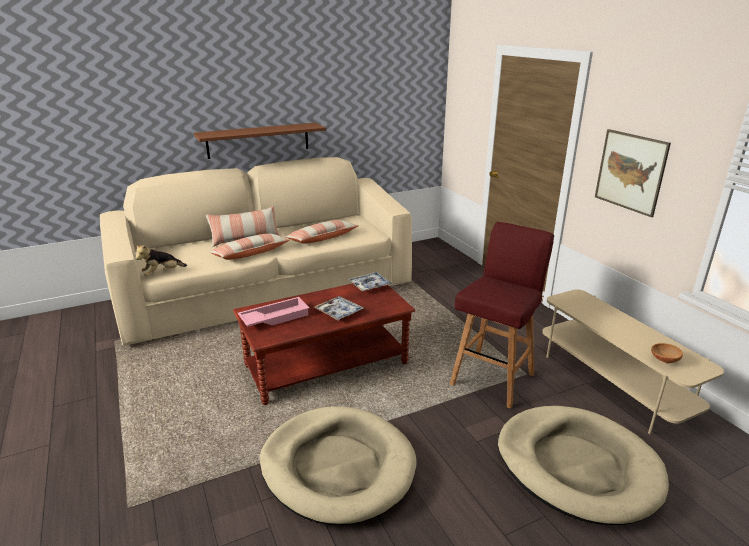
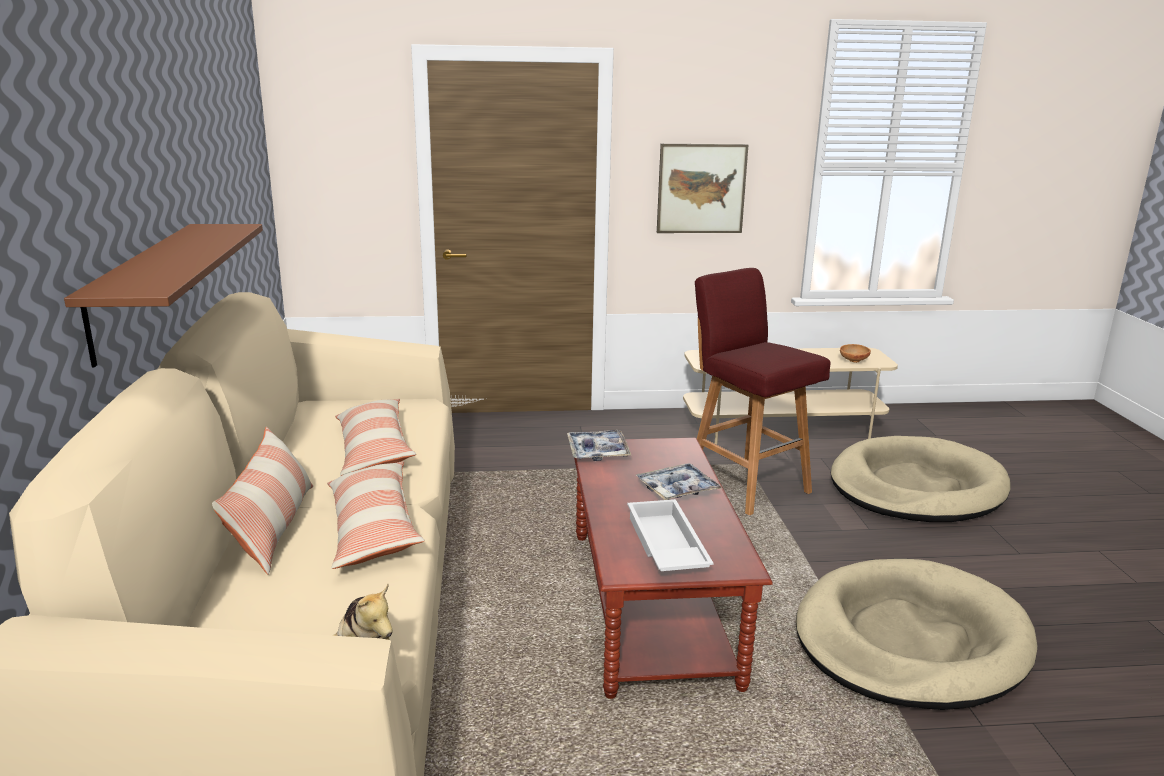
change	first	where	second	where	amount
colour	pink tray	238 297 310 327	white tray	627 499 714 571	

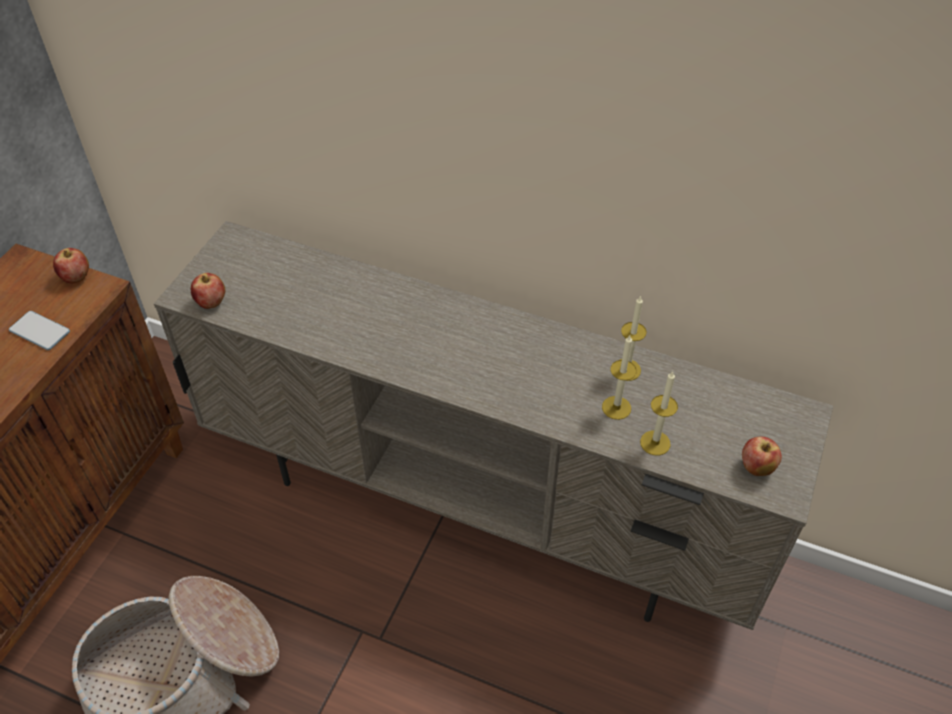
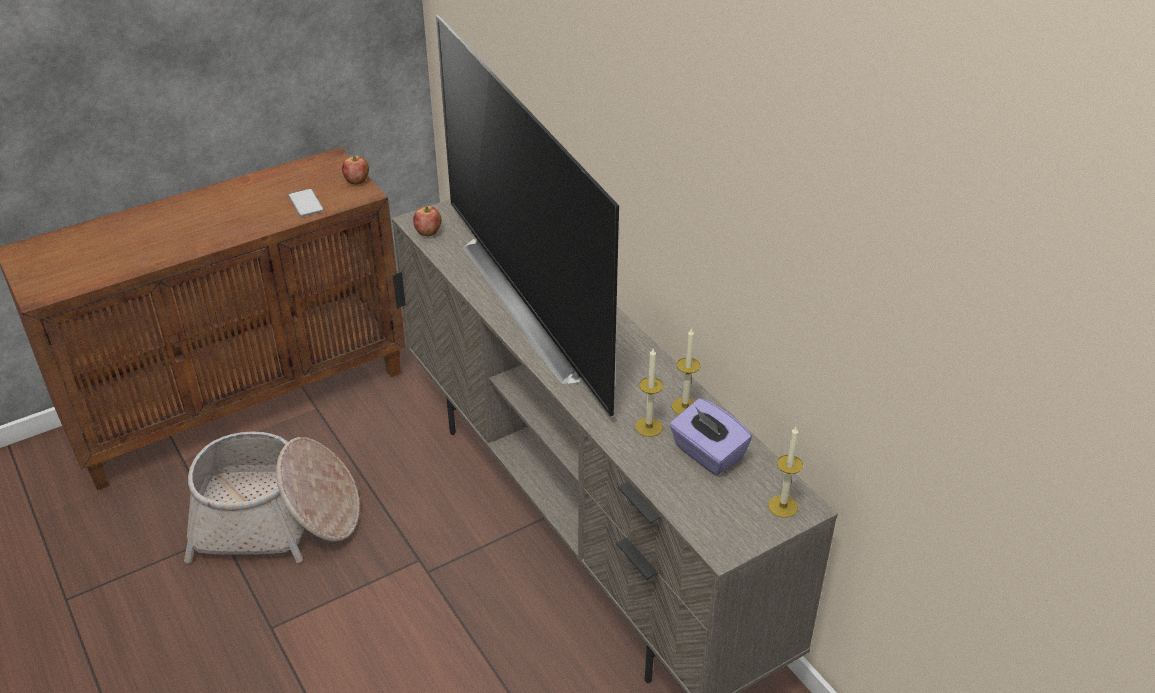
change	first	where	second	where	amount
relocated	candle	640 371 678 456		768 427 803 518	
missing	apple	742 436 782 476			
appeared			television	436 15 619 418	
appeared			purple tissue box	670 398 752 476	

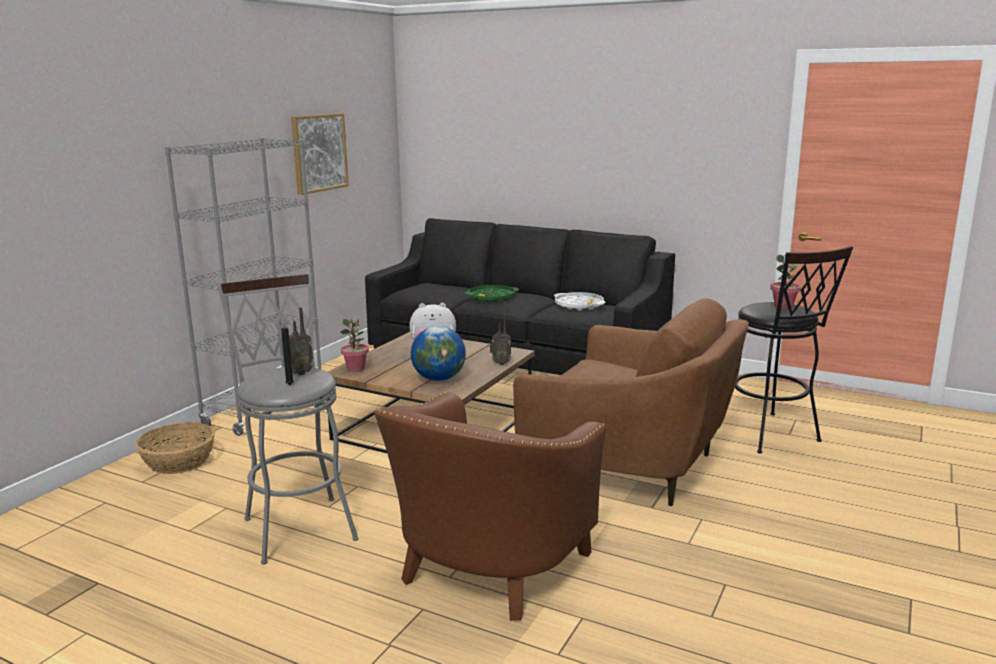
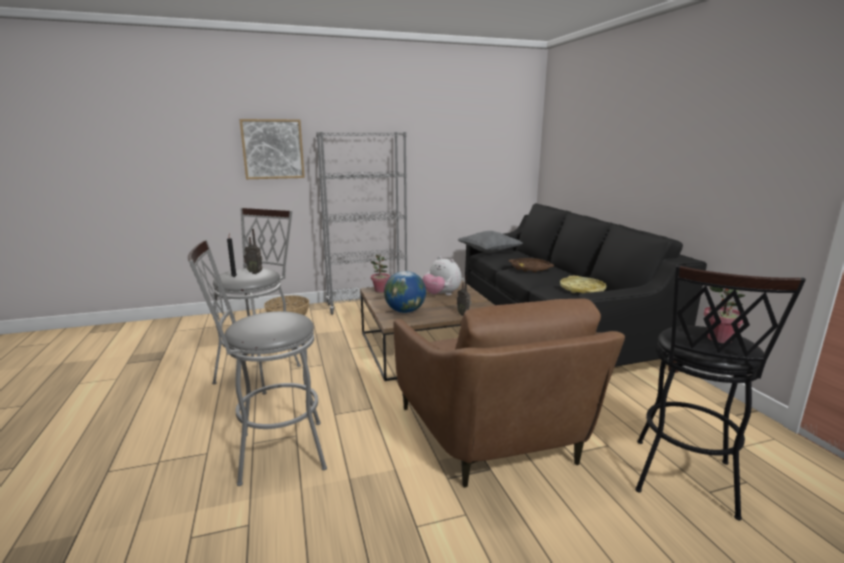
change	first	where	second	where	amount
relocated	picture	291 113 349 195		239 119 305 179	
colour	green tray	465 285 519 302	brown tray	509 258 554 272	
colour	white tray	554 292 605 311	yellow tray	560 276 606 293	
exchanged	brown armchair	374 392 606 620	grey stool	188 240 327 486	
appeared			grey pillow	458 231 523 253	

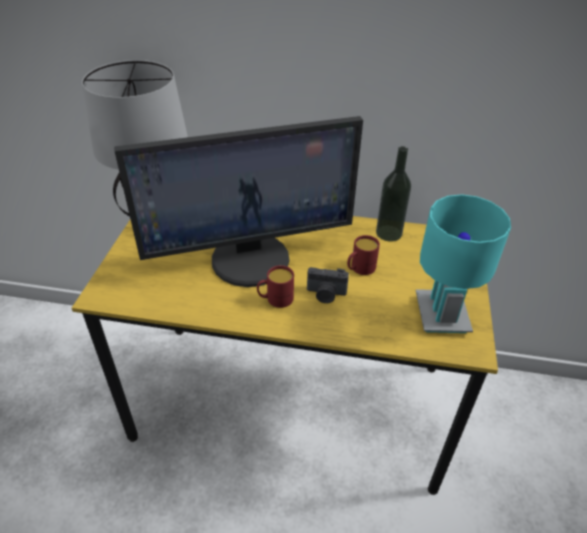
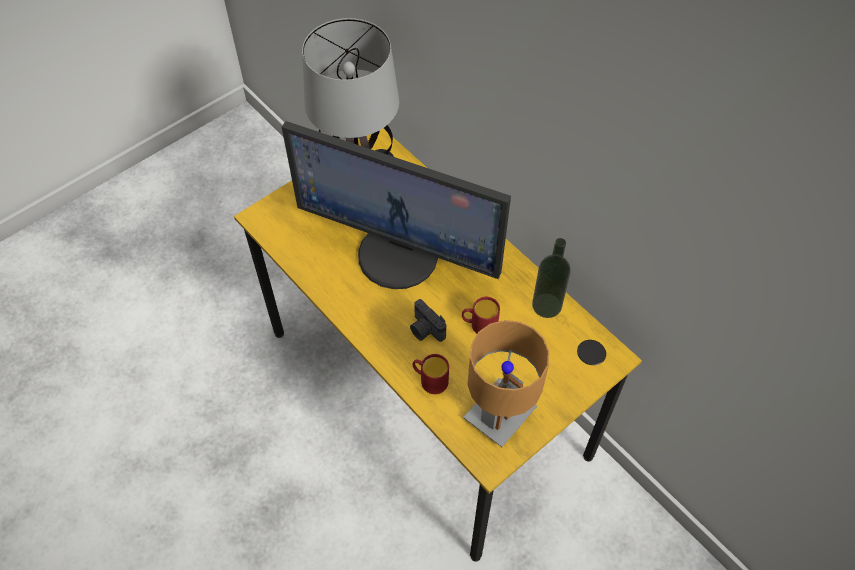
change	first	where	second	where	amount
colour	turquoise table lamp	416 194 511 333	brown table lamp	463 320 549 447	
relocated	red mug	257 265 294 308		412 354 449 394	

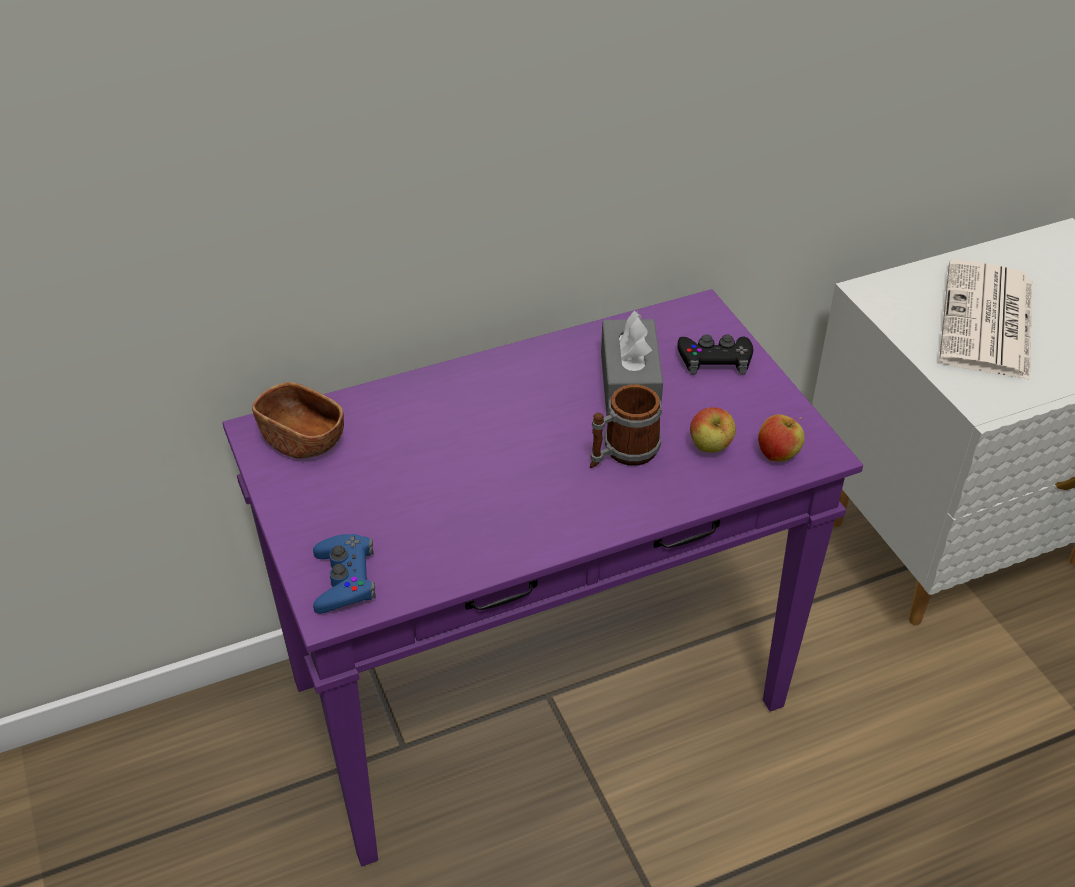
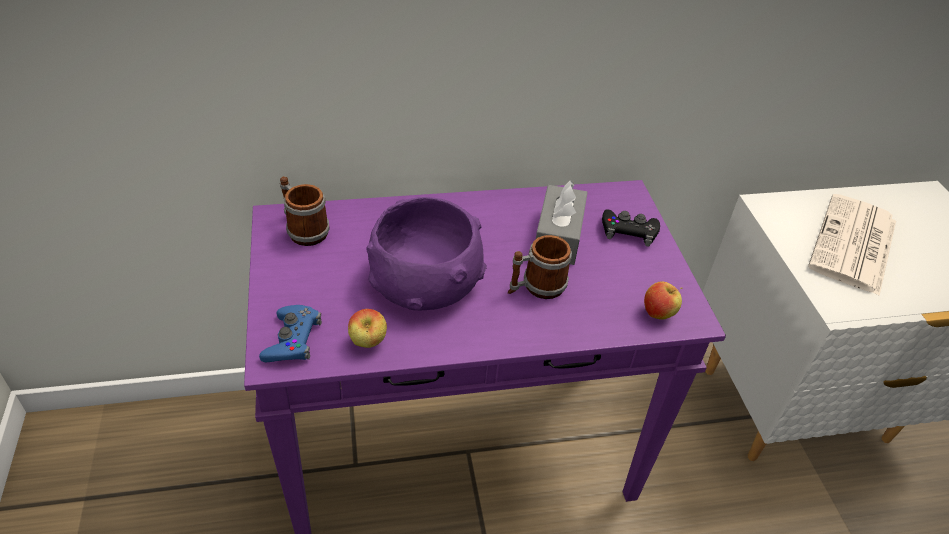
change	first	where	second	where	amount
exchanged	brown bowl	252 382 344 458	mug	280 176 330 246	
relocated	apple	690 407 736 452		348 309 387 348	
appeared			purple bowl	367 197 487 310	

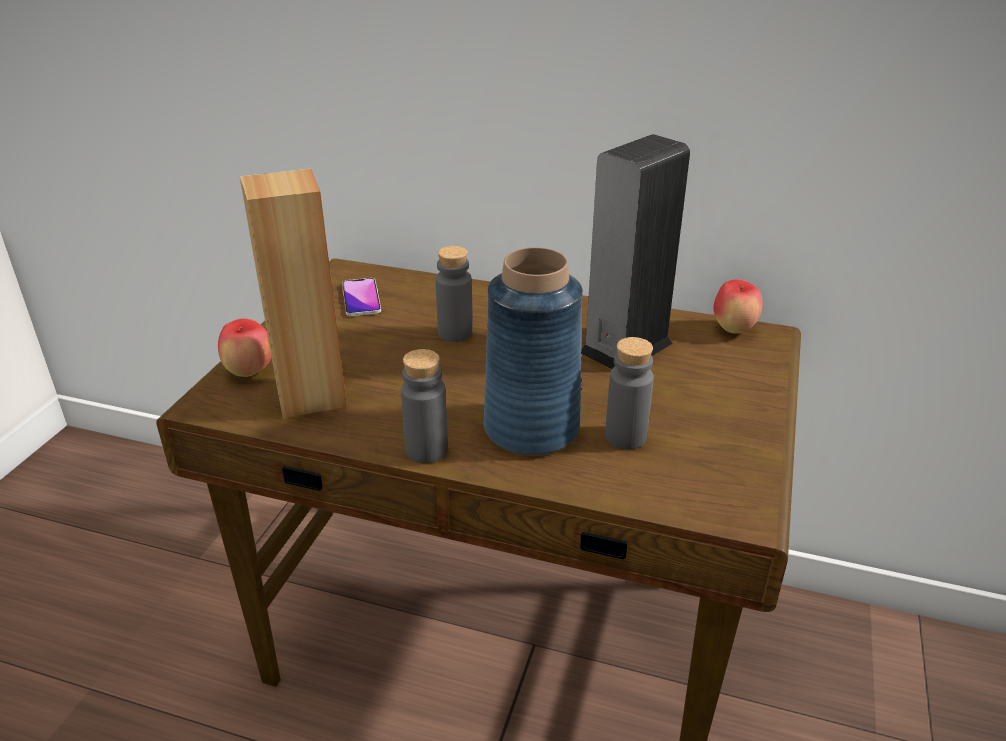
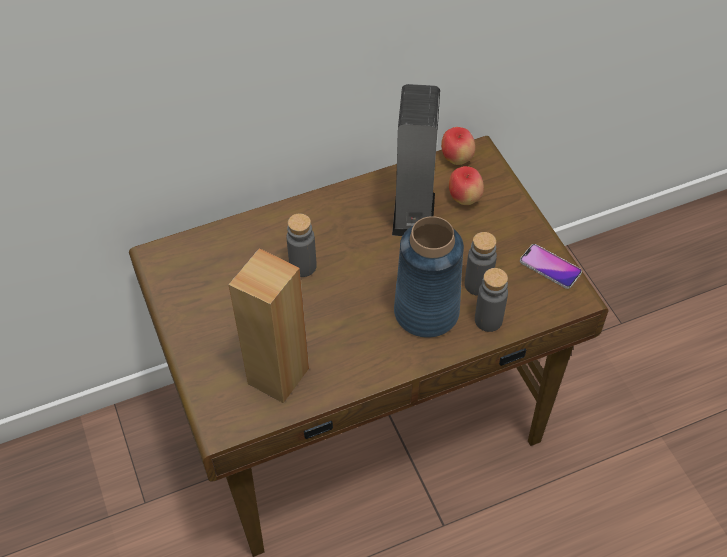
change	first	where	second	where	amount
relocated	phone	342 278 381 316		520 244 582 289	
relocated	apple	218 319 271 377		449 166 484 205	
relocated	grey bottle	401 349 448 464		475 268 508 332	

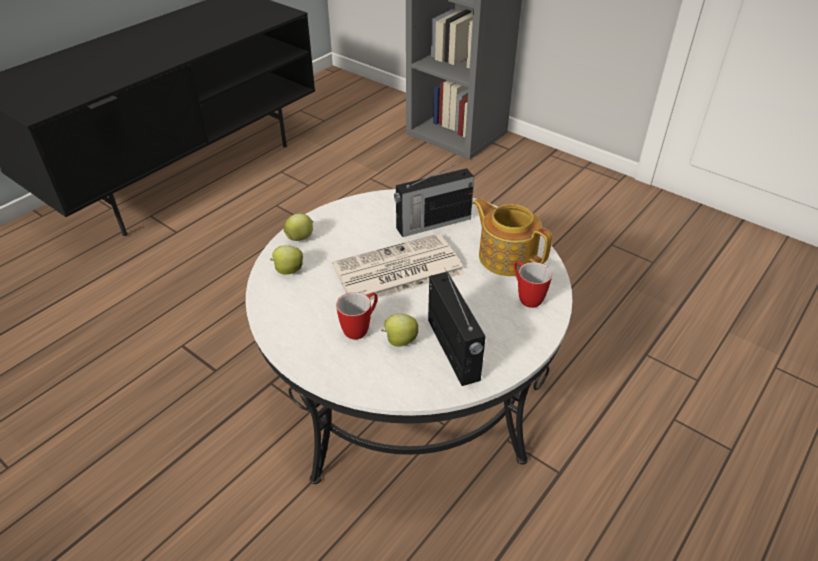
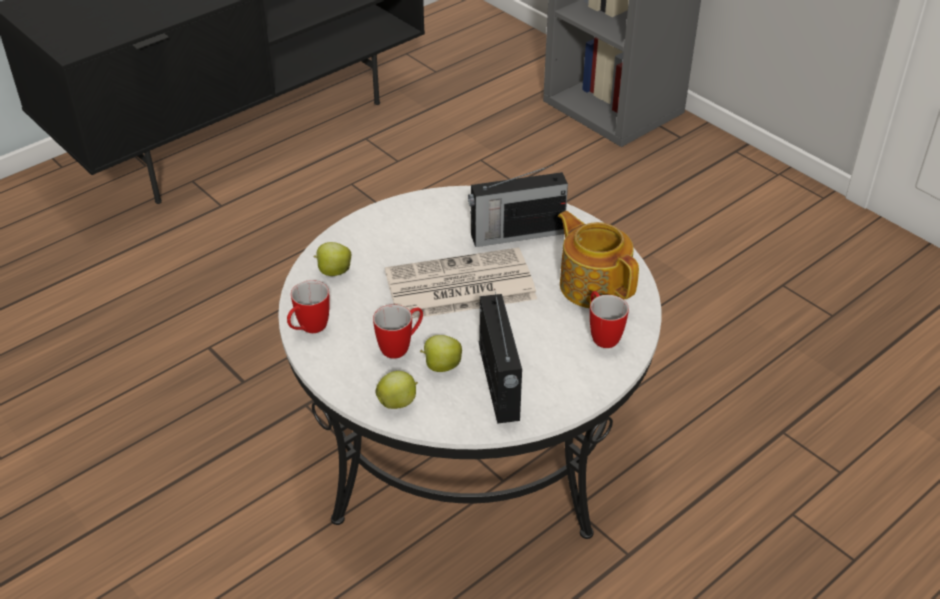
change	first	where	second	where	amount
relocated	apple	284 213 313 241		376 371 418 409	
appeared			mug	287 280 330 333	

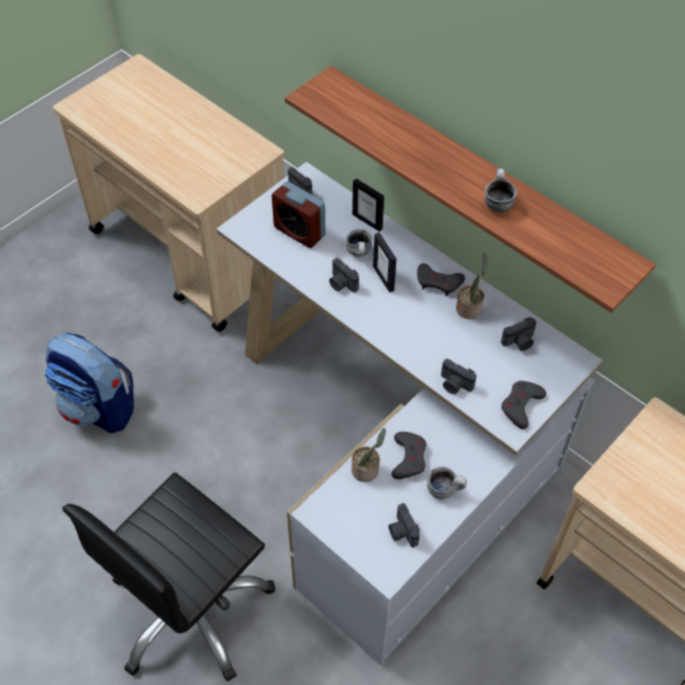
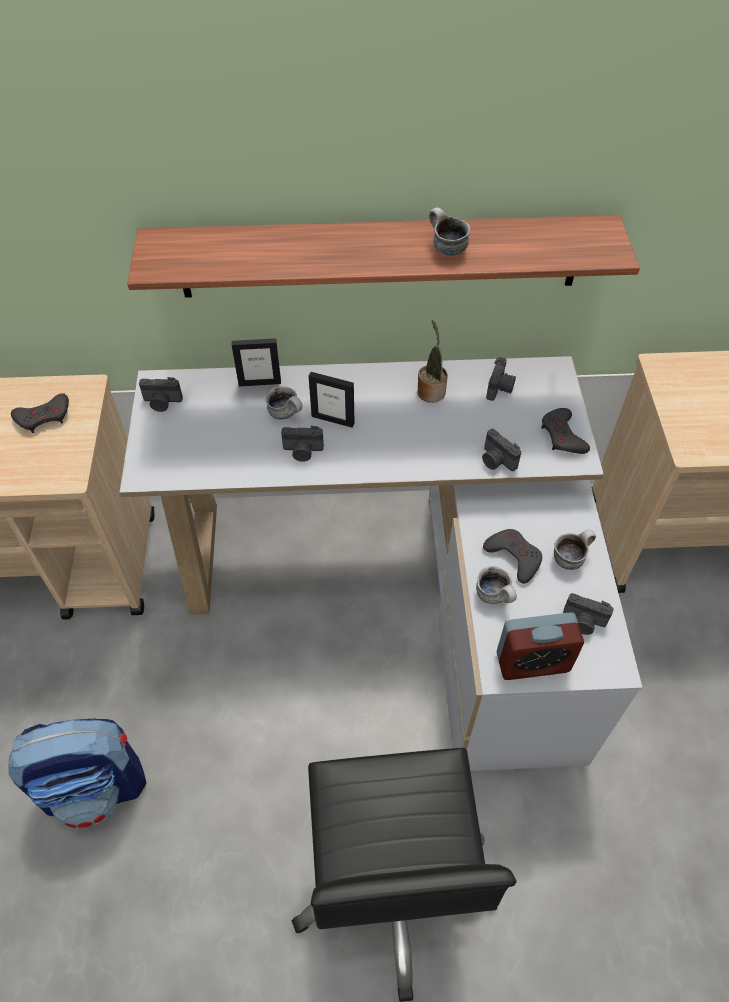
change	first	where	second	where	amount
relocated	alarm clock	272 181 325 248		497 612 584 680	
relocated	grey game controller	417 263 465 296		11 393 69 433	
spun	photo camera	441 359 477 394		482 429 521 471	60 degrees clockwise
exchanged	potted plant	352 428 386 482	mug	476 566 517 604	

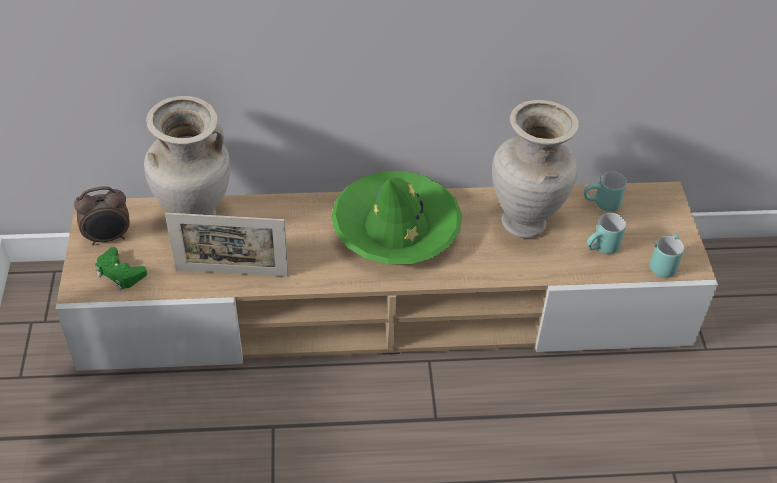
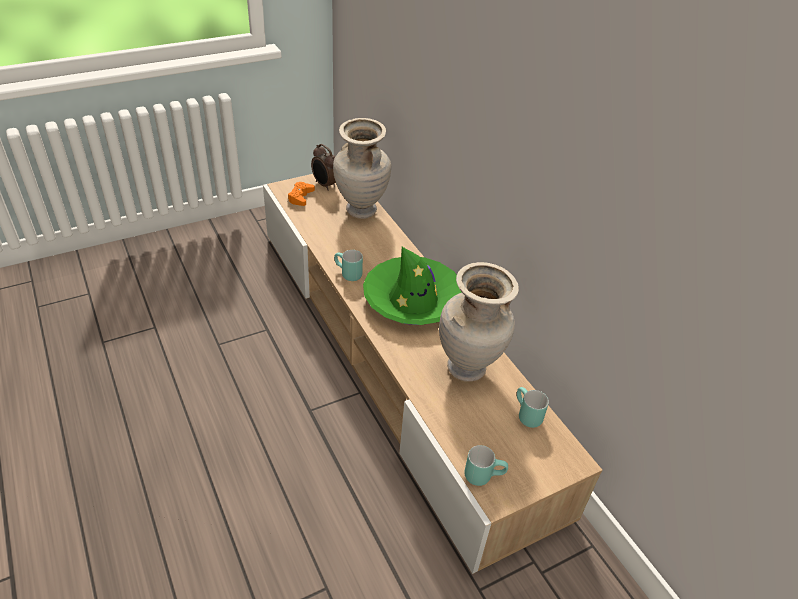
change	first	where	second	where	amount
missing	picture frame	165 213 289 277			
relocated	turquoise mug	587 213 626 254		334 250 363 281	
colour	green game controller	95 247 147 291	orange game controller	288 182 315 206	

